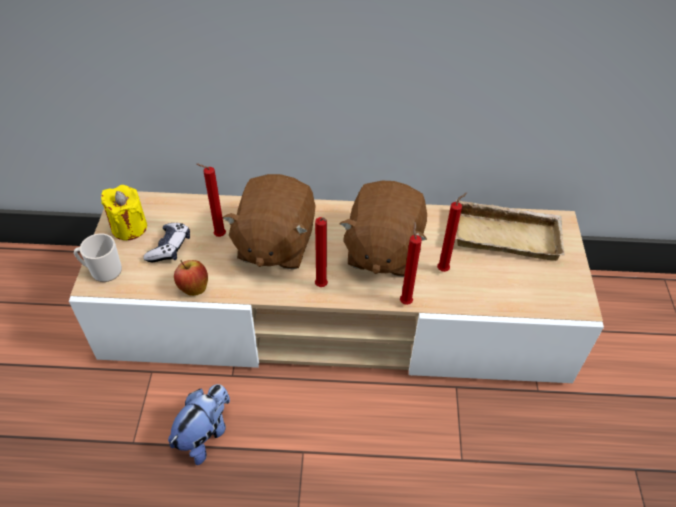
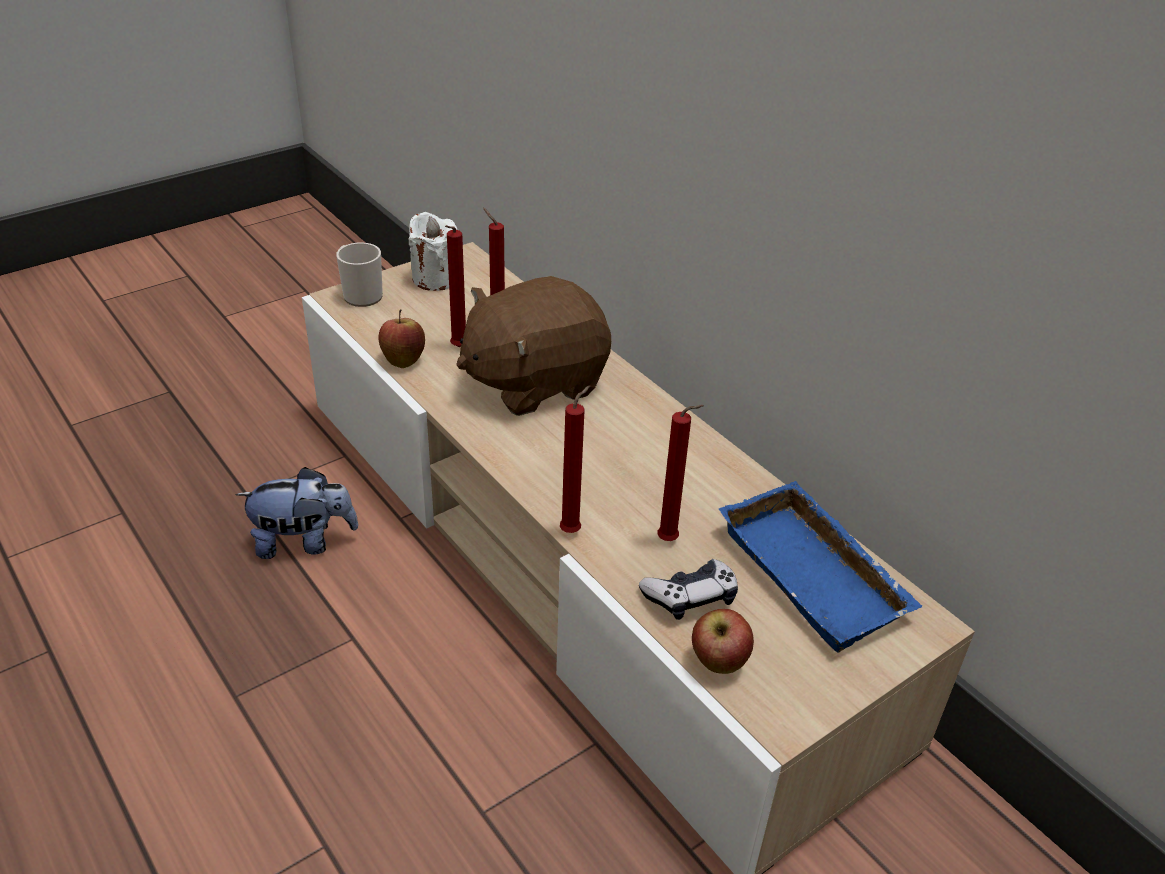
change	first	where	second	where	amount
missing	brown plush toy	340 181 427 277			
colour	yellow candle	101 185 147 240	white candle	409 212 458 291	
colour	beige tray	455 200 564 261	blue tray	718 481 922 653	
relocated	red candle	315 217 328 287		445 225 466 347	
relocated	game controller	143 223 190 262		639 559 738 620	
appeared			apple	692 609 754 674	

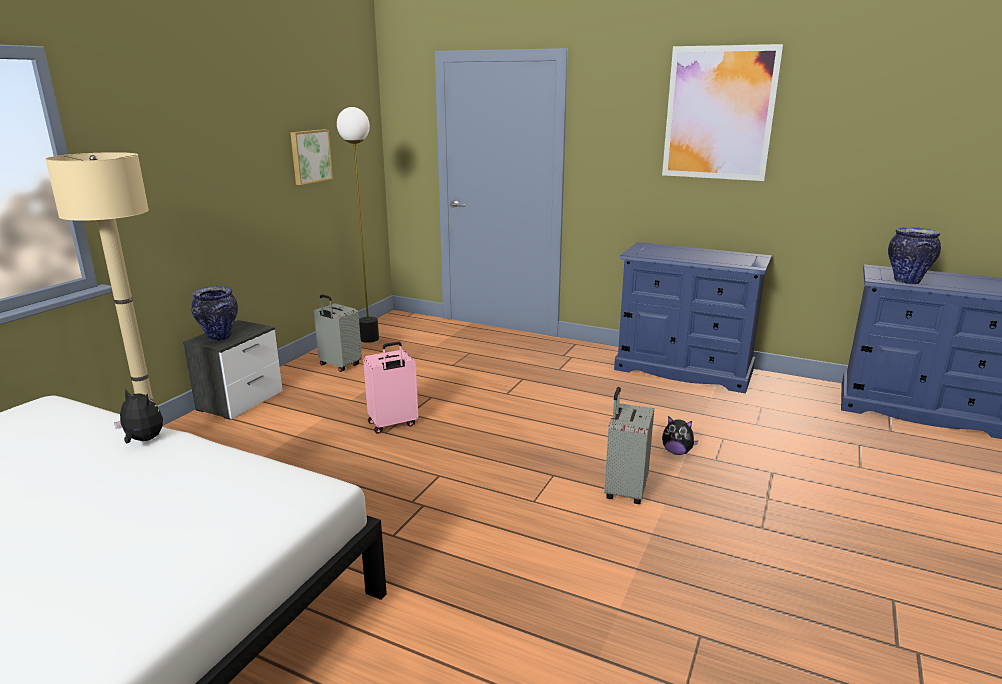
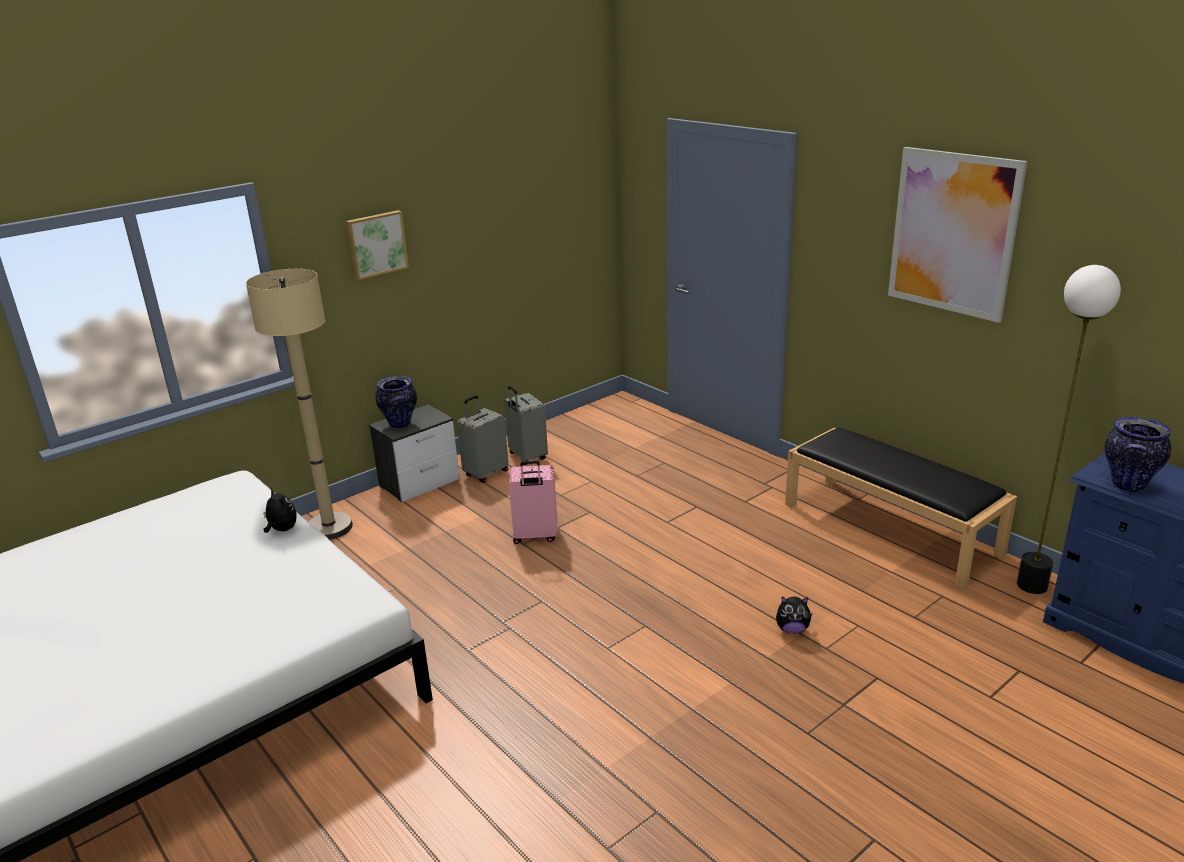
change	first	where	second	where	amount
relocated	floor lamp	337 107 379 343		1017 265 1121 594	
relocated	picture	290 129 333 185		346 210 409 280	
exchanged	blue dresser	614 242 772 394	black bench	785 428 1017 588	
relocated	grey suitcase	604 387 654 504		457 395 509 483	
spun	plush toy	662 416 698 455		776 597 812 634	45 degrees counterclockwise

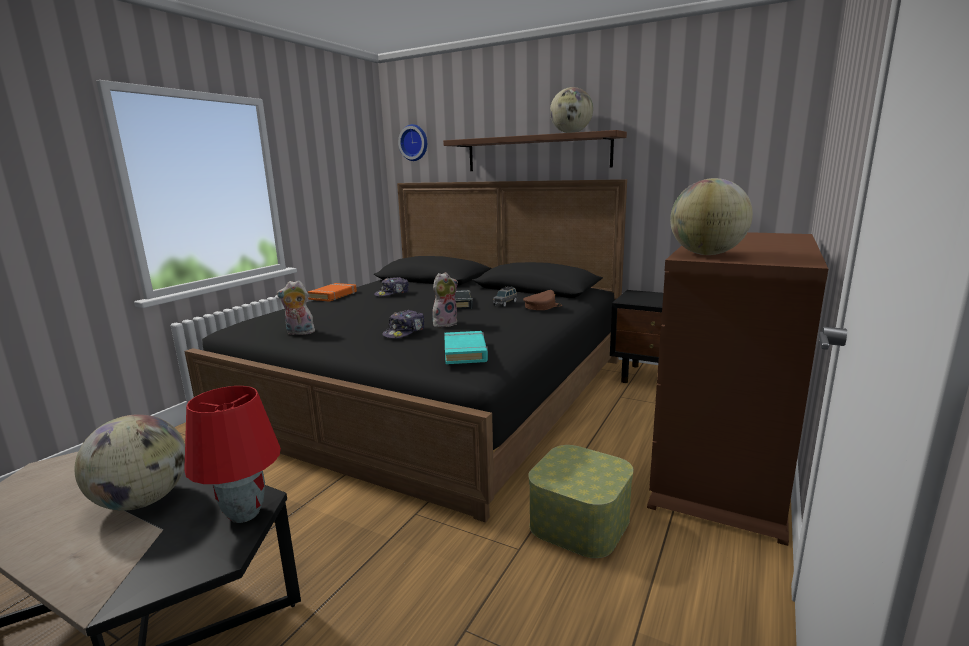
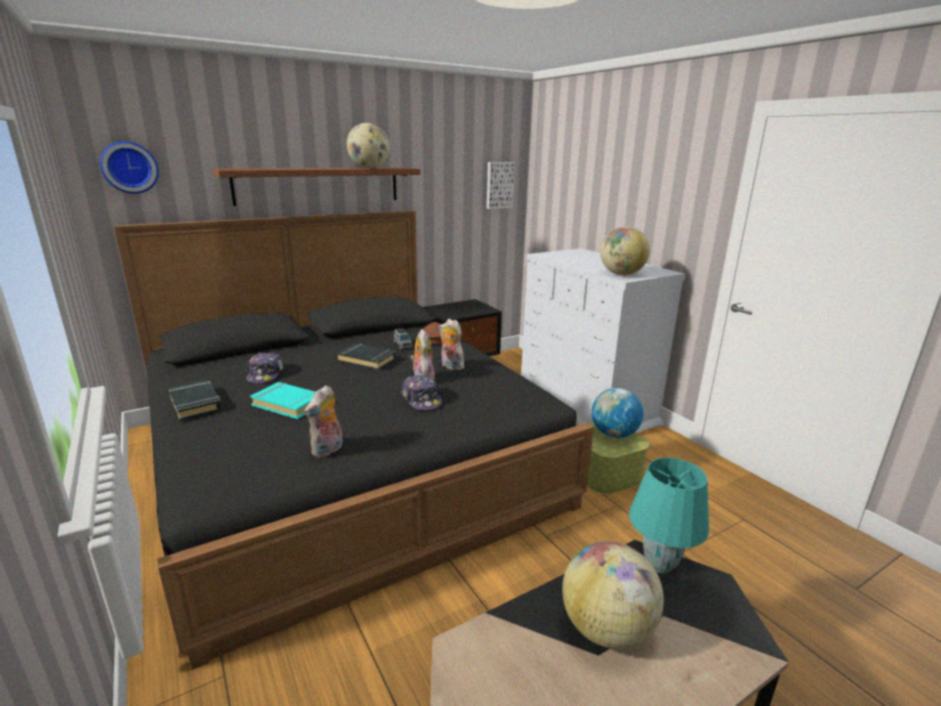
change	first	where	second	where	amount
colour	brown dresser	647 232 828 546	white dresser	521 248 685 433	
colour	orange book	308 283 357 302	black book	168 380 223 421	
relocated	turquoise book	444 331 488 364		250 382 317 419	
colour	red table lamp	184 386 281 523	turquoise table lamp	629 458 709 574	
appeared			picture	487 162 515 209	
appeared			plush toy	439 319 464 370	
appeared			globe	592 388 644 438	

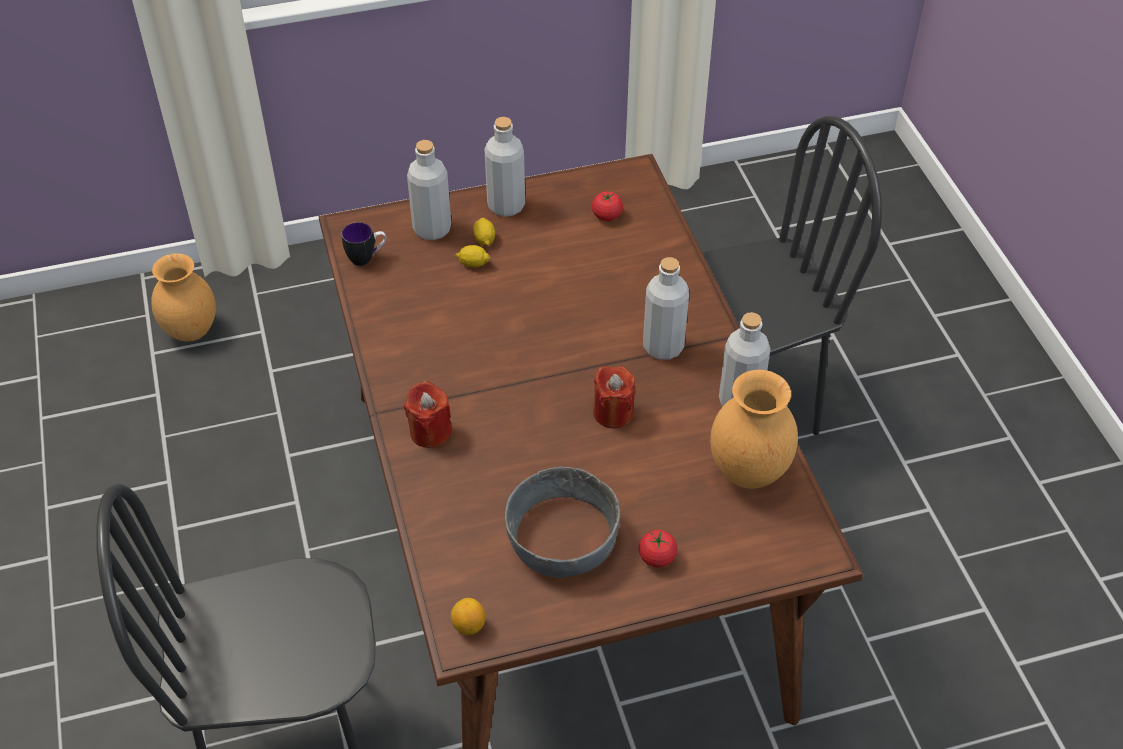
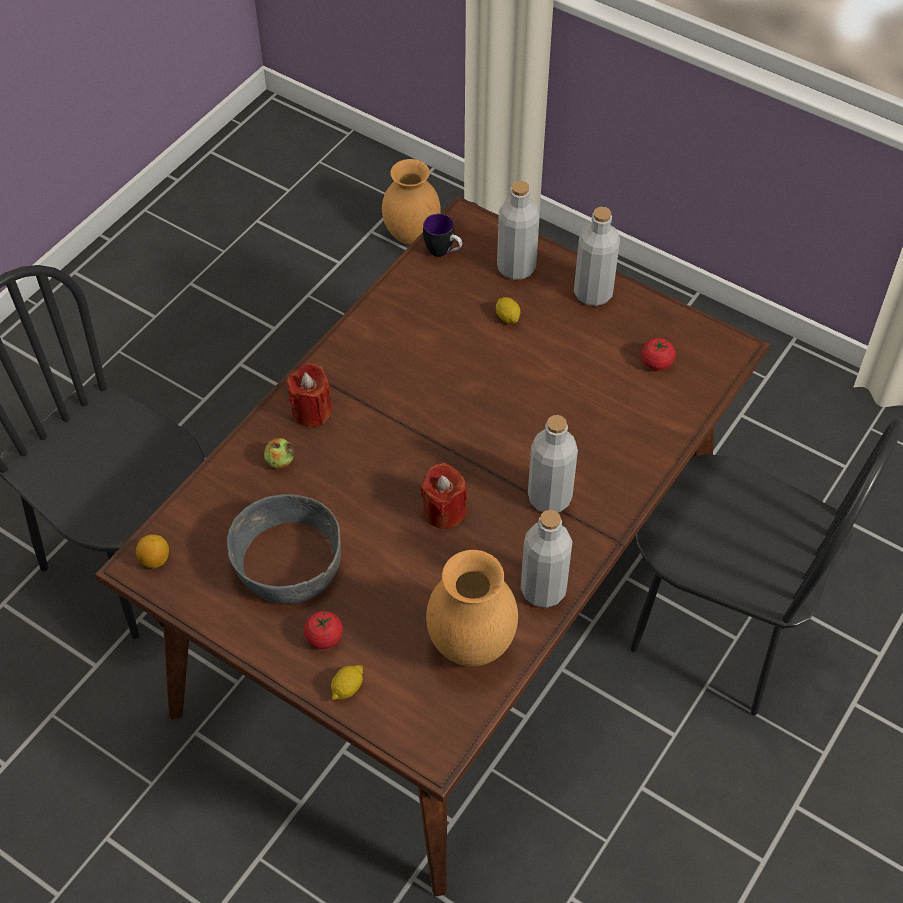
change	first	where	second	where	amount
relocated	lemon	473 218 495 246		331 665 363 700	
appeared			apple	264 438 294 469	

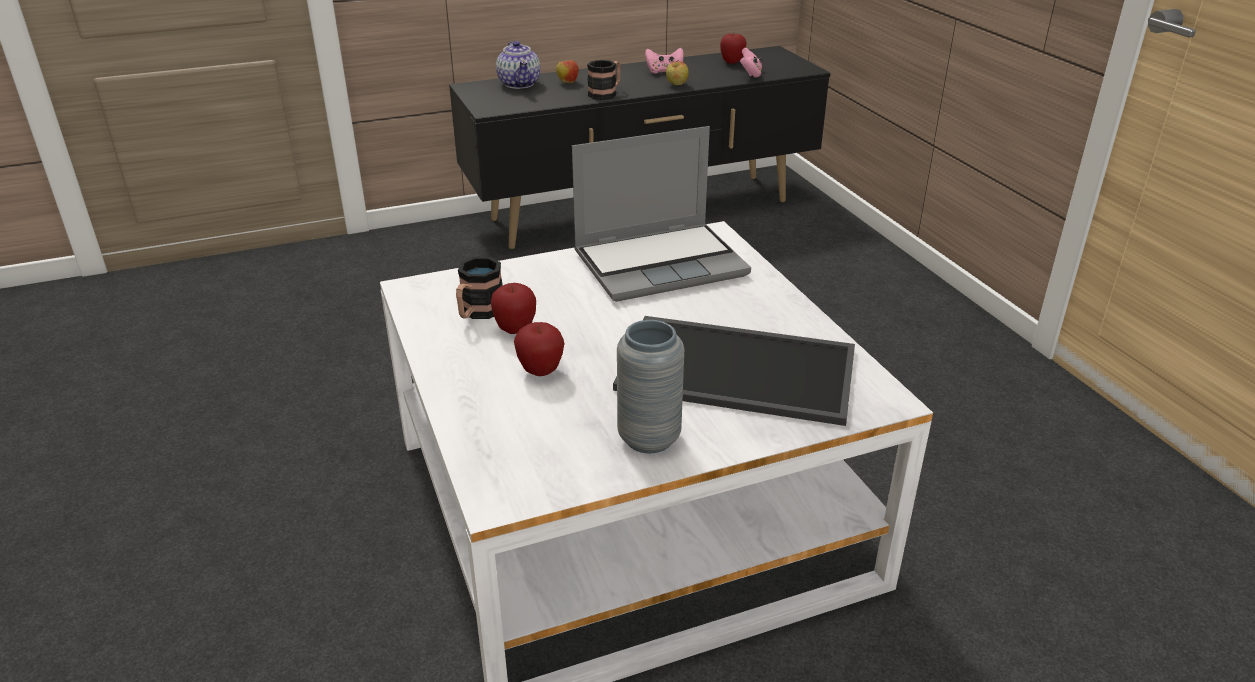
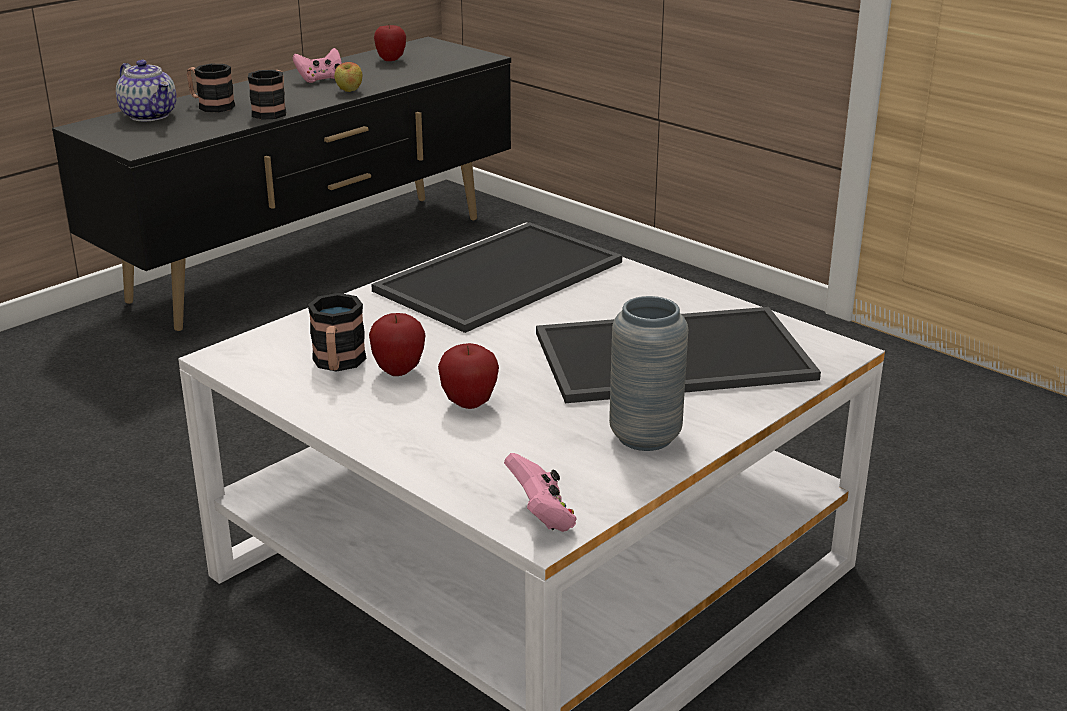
change	first	where	second	where	amount
relocated	pink game controller	740 48 763 78		504 453 577 532	
exchanged	apple	556 58 579 83	mug	187 64 235 112	
exchanged	laptop	572 126 751 302	tray	371 222 622 333	

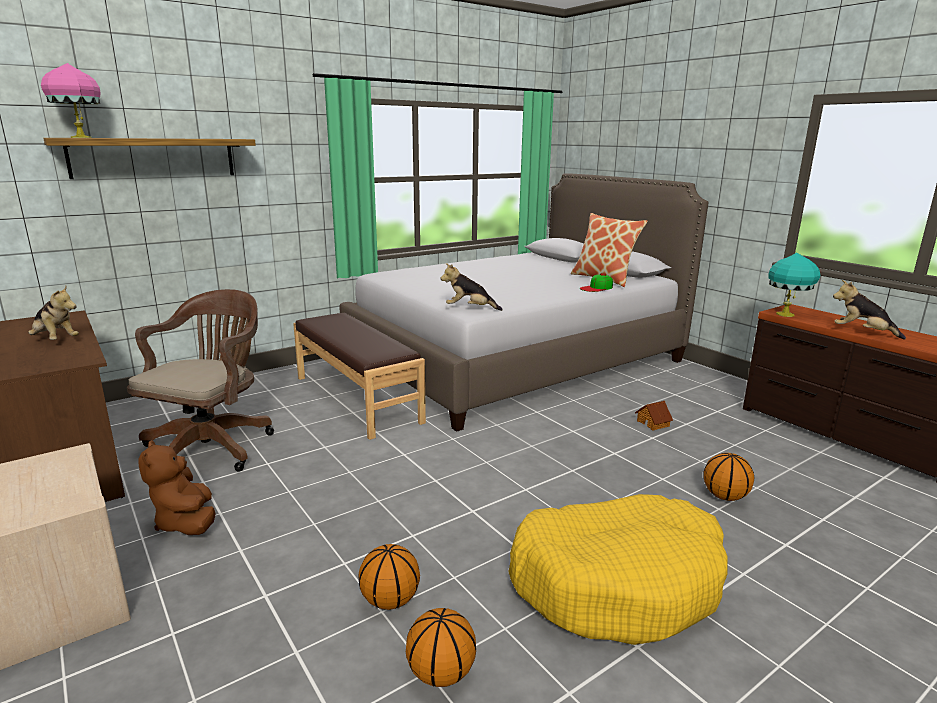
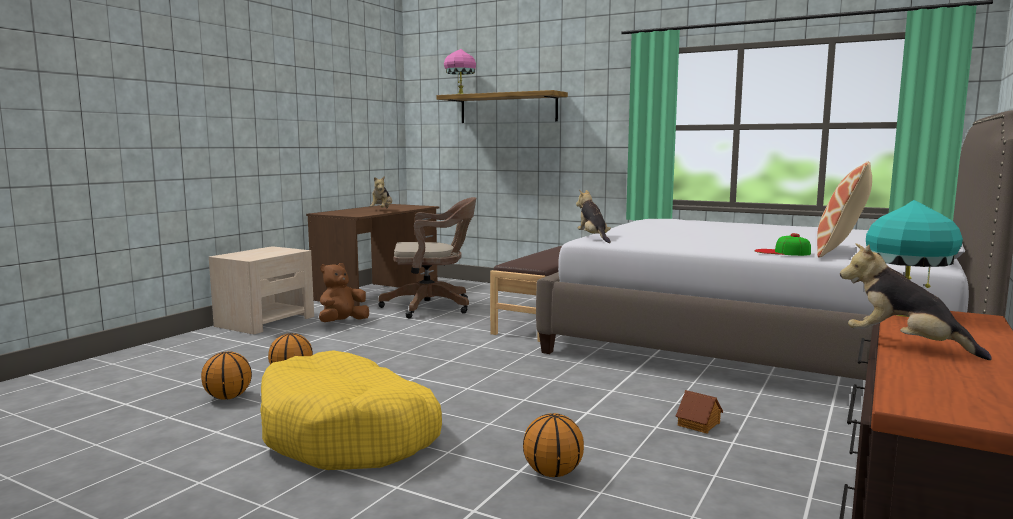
change	first	where	second	where	amount
spun	plush toy	833 280 906 340		840 243 992 360	60 degrees counterclockwise

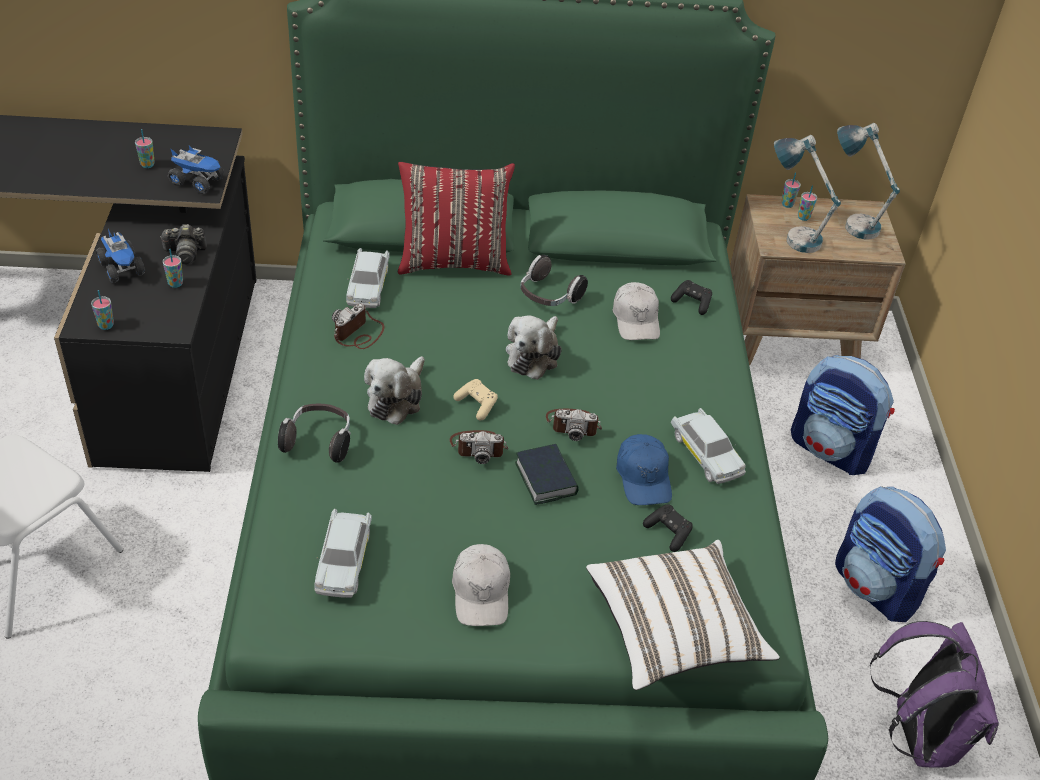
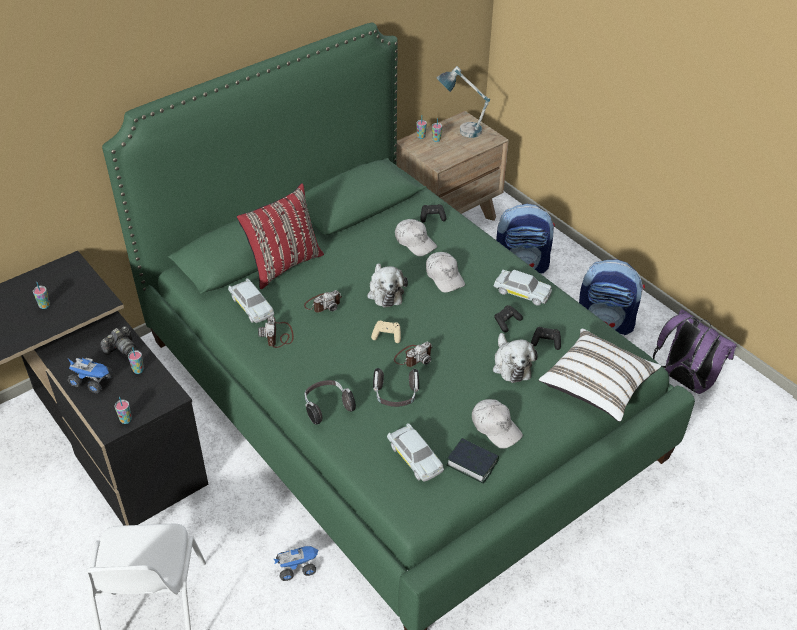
change	first	where	second	where	amount
missing	table lamp	774 135 841 253			
relocated	toy truck	168 146 224 194		274 546 318 581	
relocated	headphones	520 255 588 306		373 368 419 407	
relocated	plush toy	364 356 425 425		493 333 538 383	
relocated	photo camera	546 409 602 441		304 290 342 313	
exchanged	blue cap	616 434 672 505	black game controller	494 305 523 332	
relocated	book	515 444 579 505		446 438 499 484	
appeared			white cap	426 252 465 293	

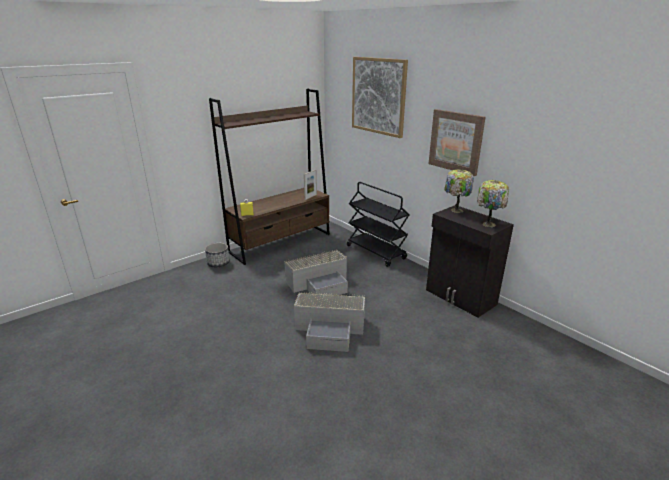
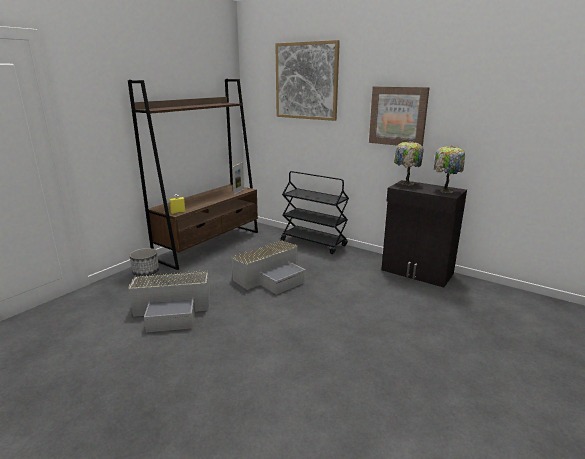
change	first	where	second	where	amount
relocated	grey storage box	294 291 365 352		128 271 210 332	

